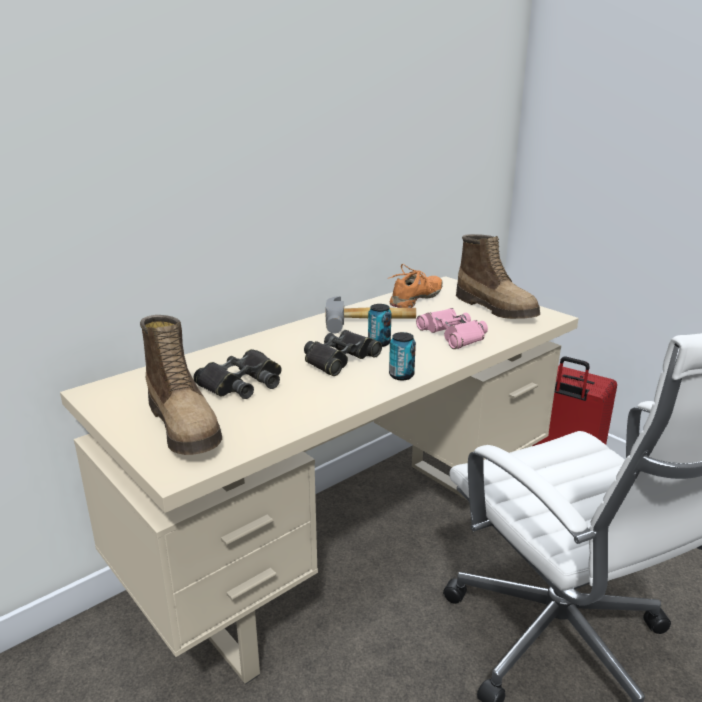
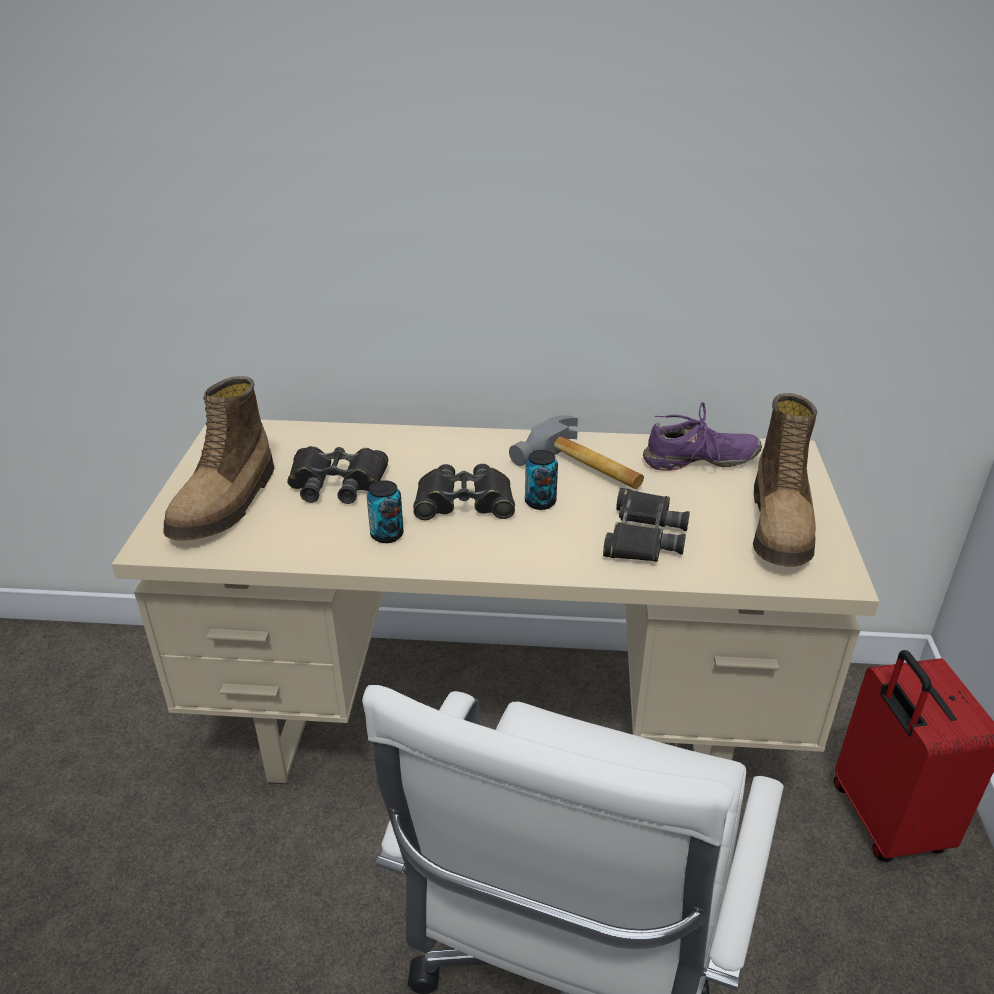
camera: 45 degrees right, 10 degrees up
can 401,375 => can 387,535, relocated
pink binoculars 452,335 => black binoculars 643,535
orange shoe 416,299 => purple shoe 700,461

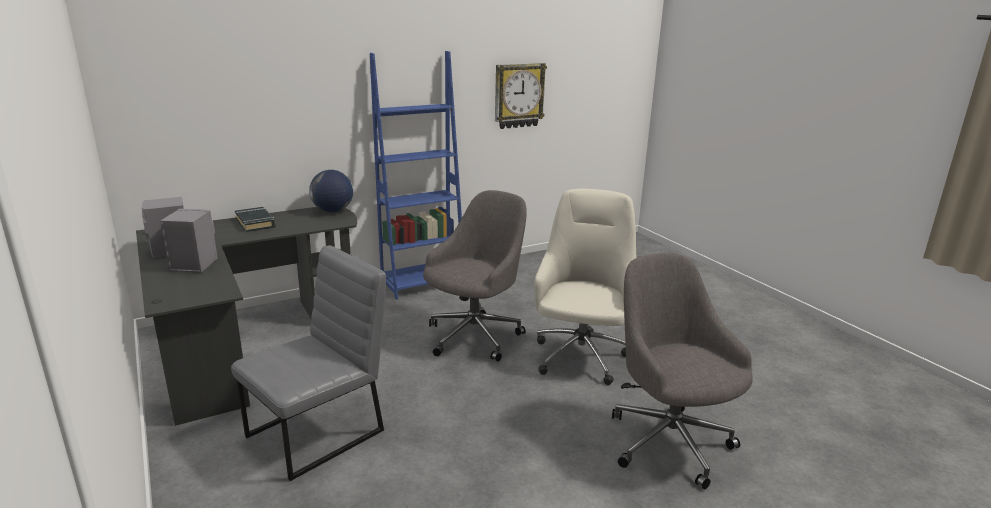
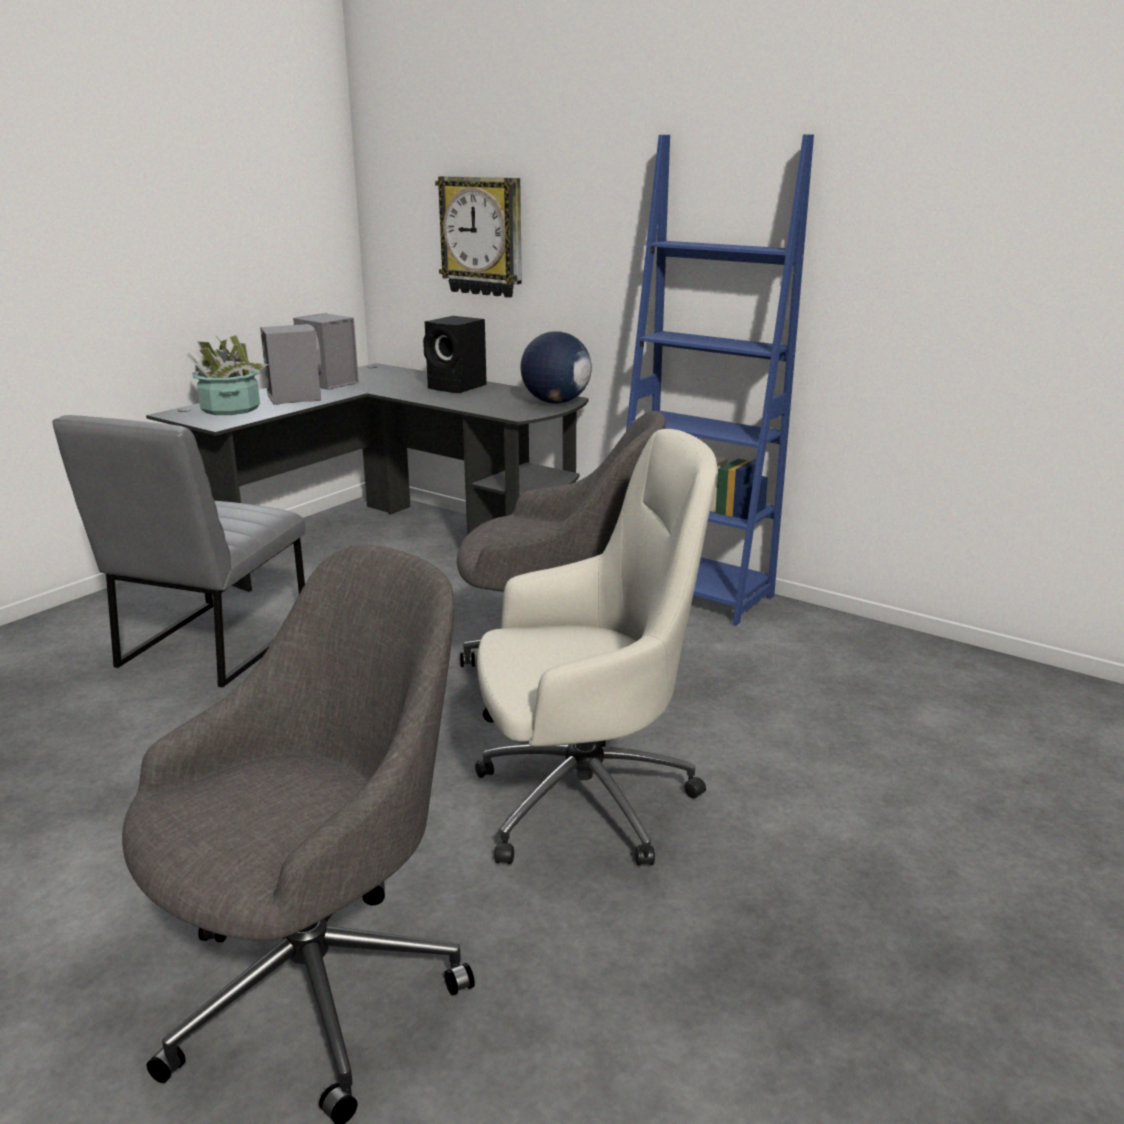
camera: 65 degrees right, 0 degrees up
grey chair 319,432 => grey chair 210,645, 90 degrees clockwise
nothing => potted plant 230,409
black book 255,223 => black speaker 458,387
wall clock 518,95 => wall clock 482,236, relocated

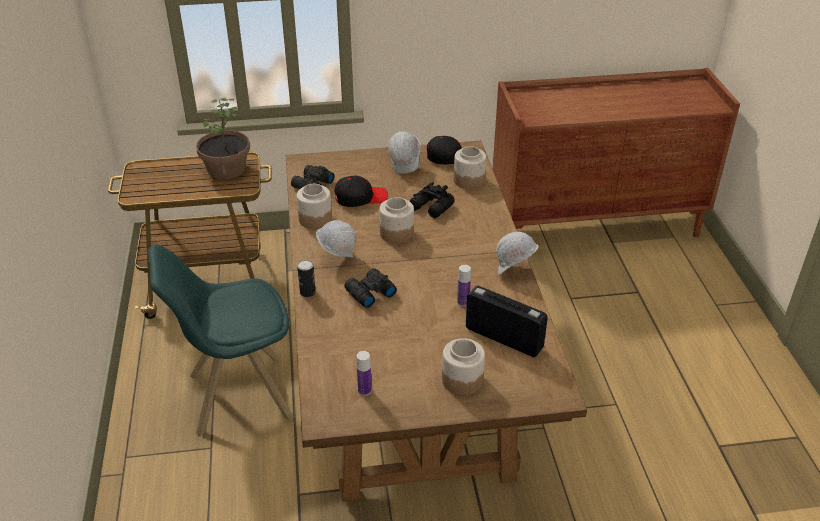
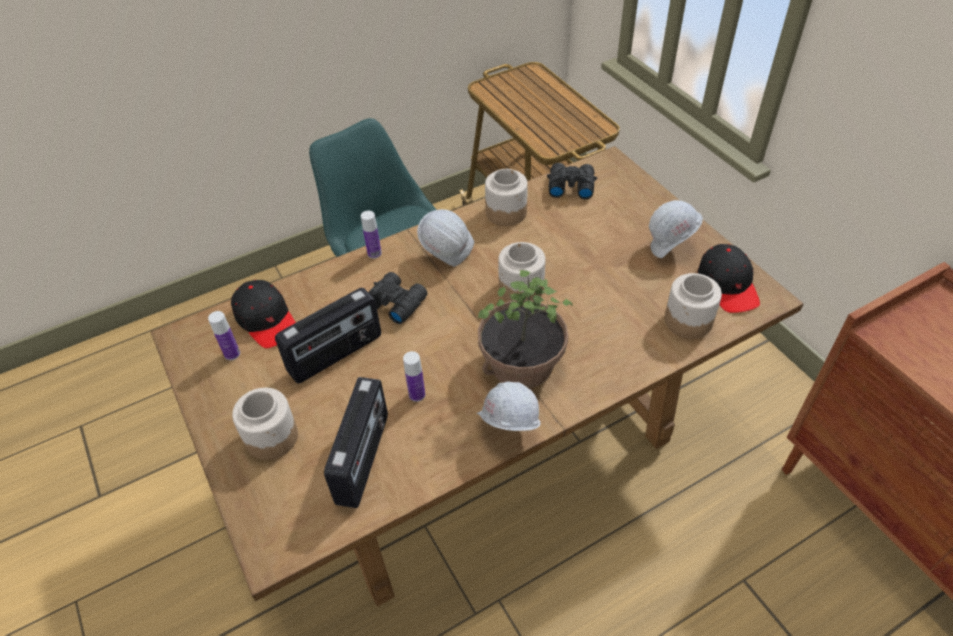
camera: 70 degrees right, 10 degrees up
black cap 360,197 => black cap 266,320, relocated
nothing => radio 336,354
can 307,292 => bottle 374,253
potted plant 226,169 => potted plant 521,364, relocated
black binoculars 431,208 => nothing

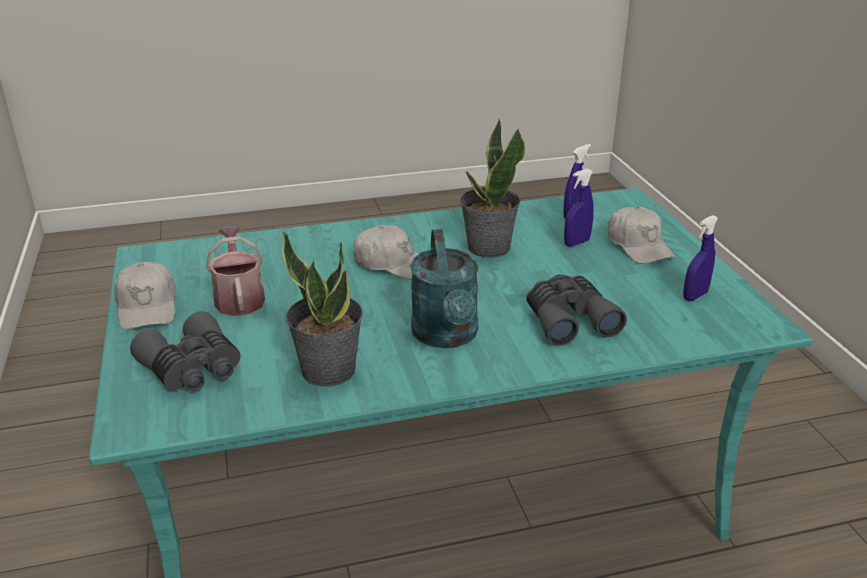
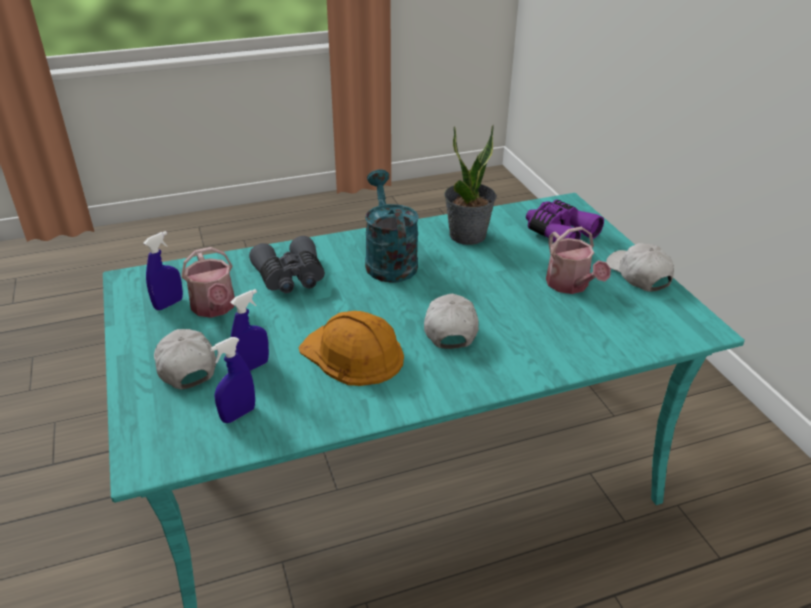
camera: 175 degrees right, 5 degrees up
nothing => watering can 215,308
potted plant 488,248 => orange hard hat 353,354
white cap 392,264 => white cap 449,328, 75 degrees clockwise
grey binoculars 193,369 => purple binoculars 559,233

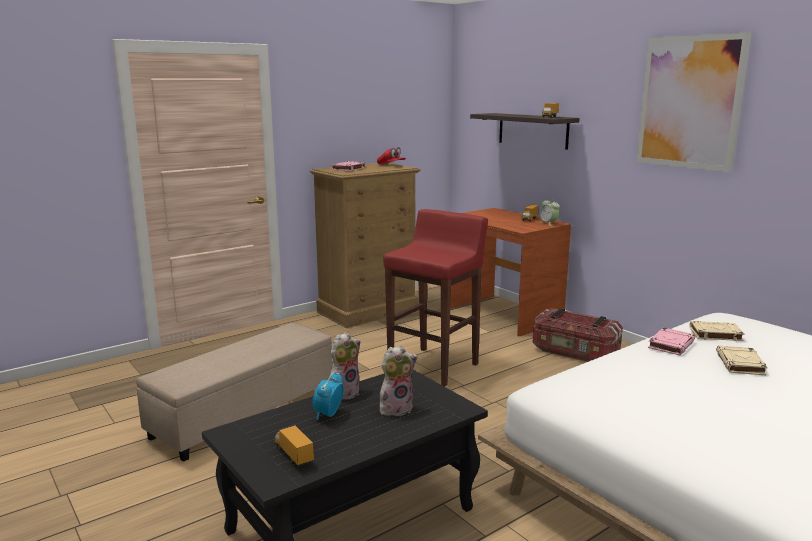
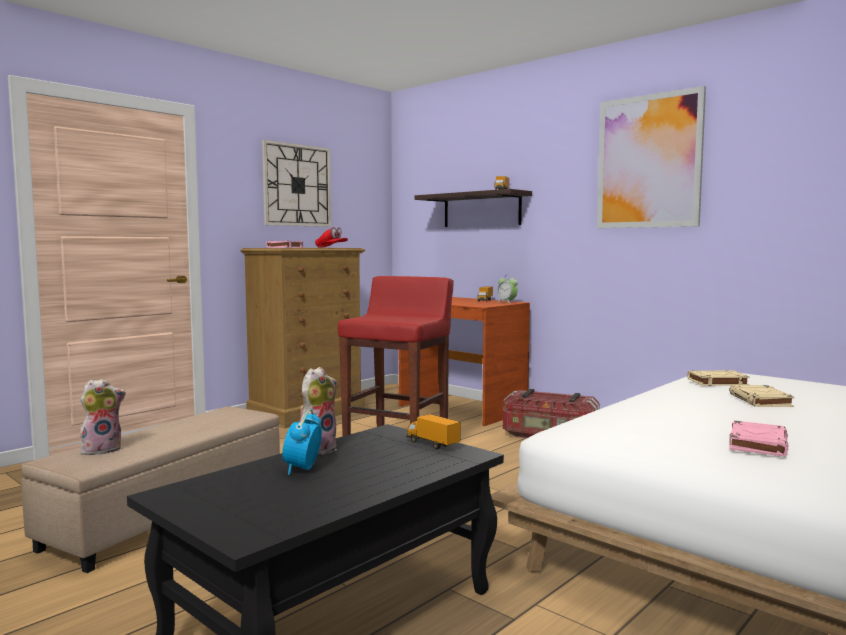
camera: 10 degrees left, 10 degrees down
plush toy 396,408 => plush toy 102,450, relocated
nothing => wall clock 297,185
toy truck 294,456 => toy truck 432,444, relocated
pink book 671,345 => pink book 757,443, relocated

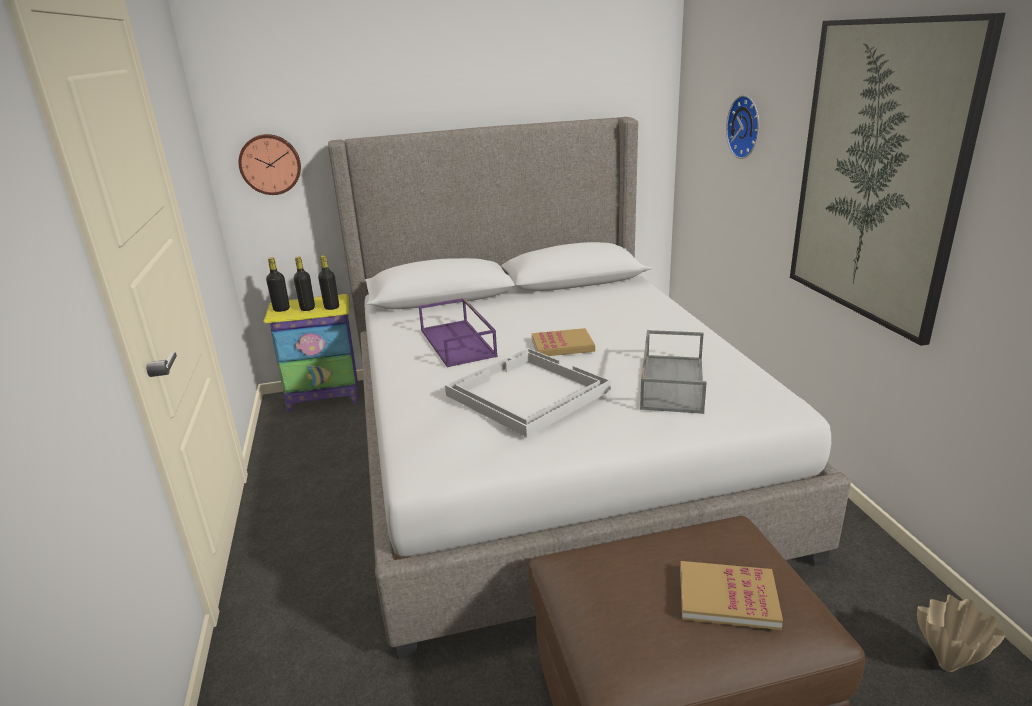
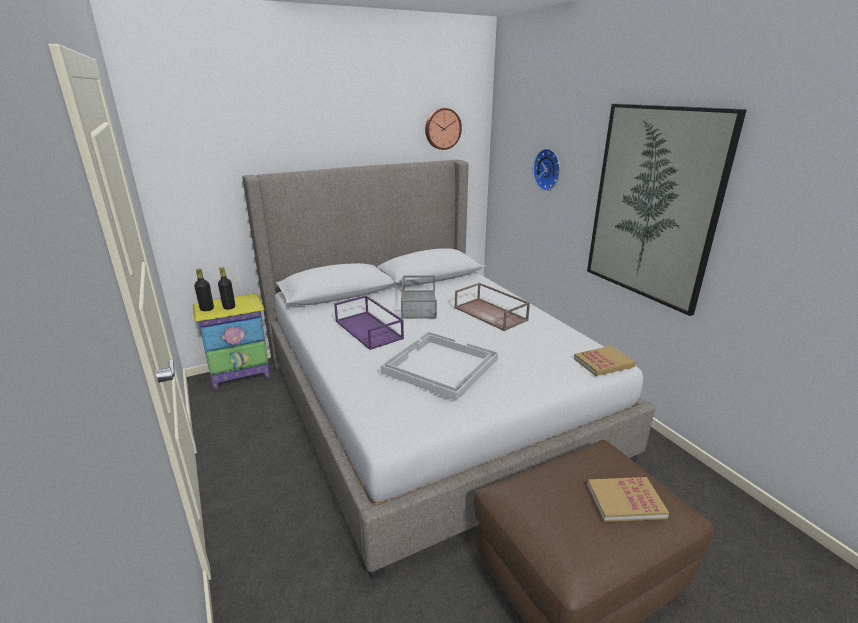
camera: 15 degrees left, 0 degrees up
grey tray 671,382 => grey tray 418,304, relocated
wall clock 270,164 => wall clock 442,128, relocated
nothing => brown tray 491,314
book 562,345 => book 603,363, relocated
black bottle 331,307 => nothing
beige vase 948,666 => nothing

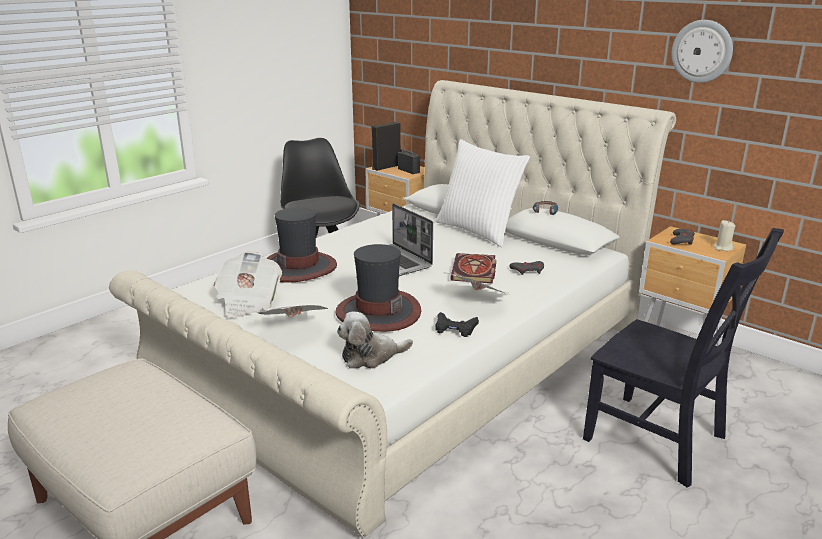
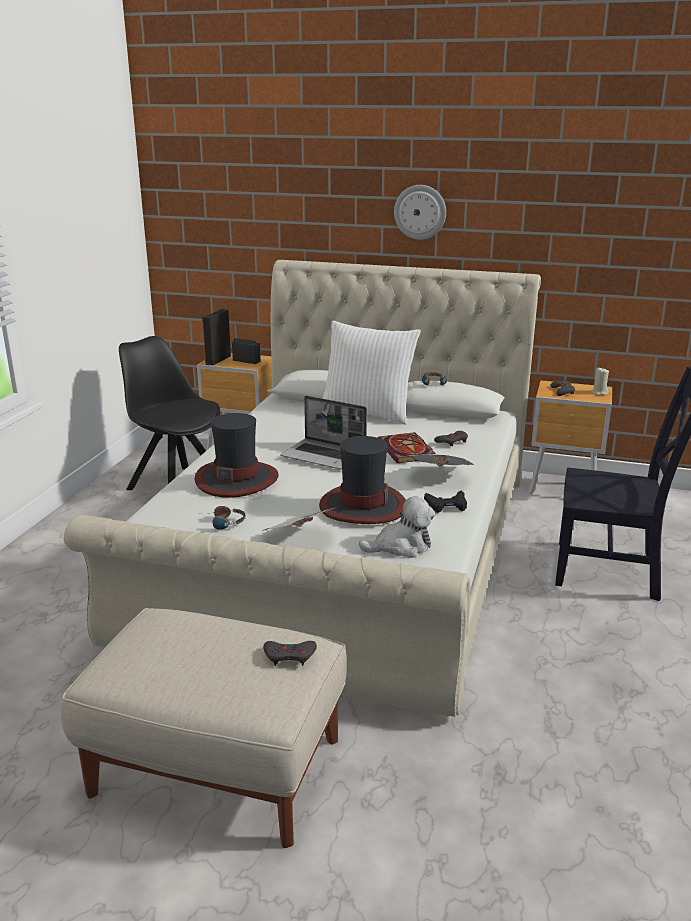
camera: 25 degrees left, 0 degrees up
newspaper 248,301 => headphones 221,523
nothing => grey game controller 290,656
plush toy 371,356 => plush toy 401,546, 150 degrees counterclockwise
wall clock 702,51 => wall clock 420,212, relocated

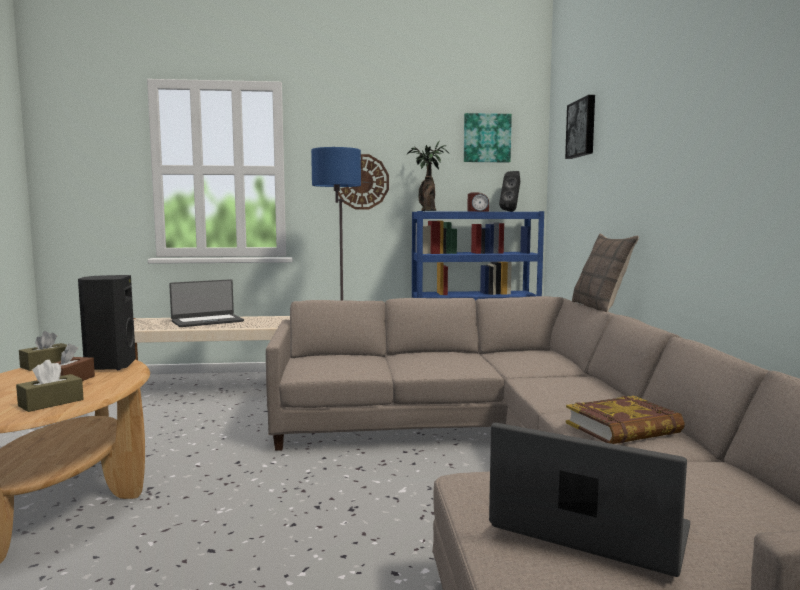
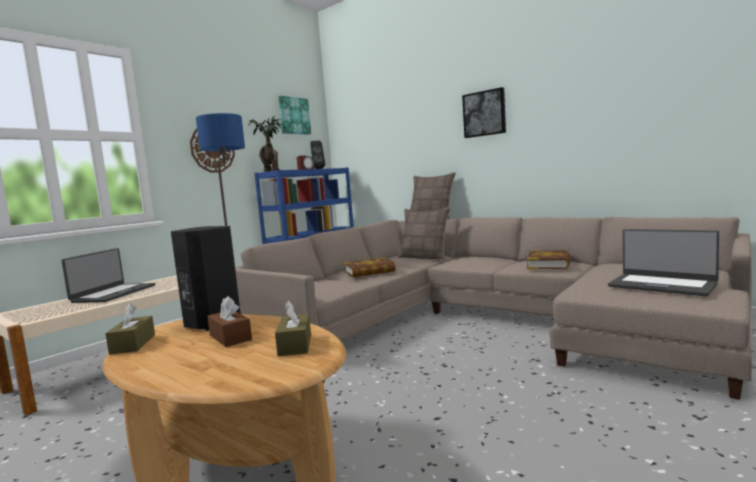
camera: 45 degrees left, 0 degrees up
nothing => book 369,271
nothing => pillow 425,257
picture 582,128 => picture 484,113, relocated
laptop 588,529 => laptop 662,285, 120 degrees counterclockwise

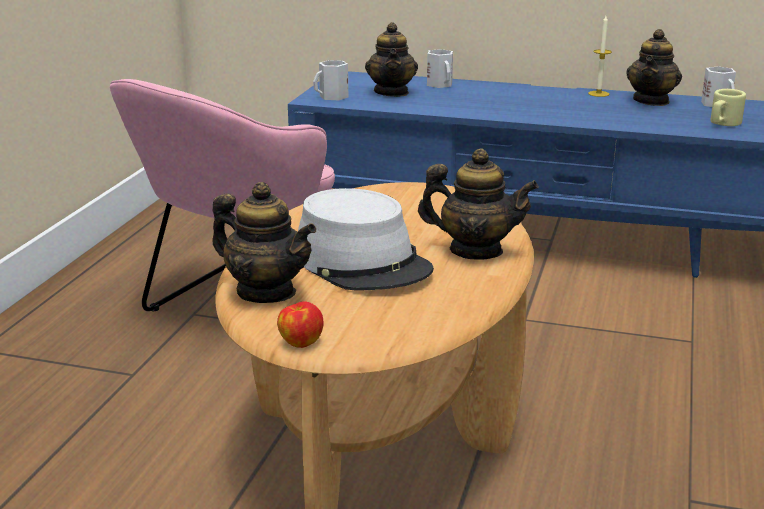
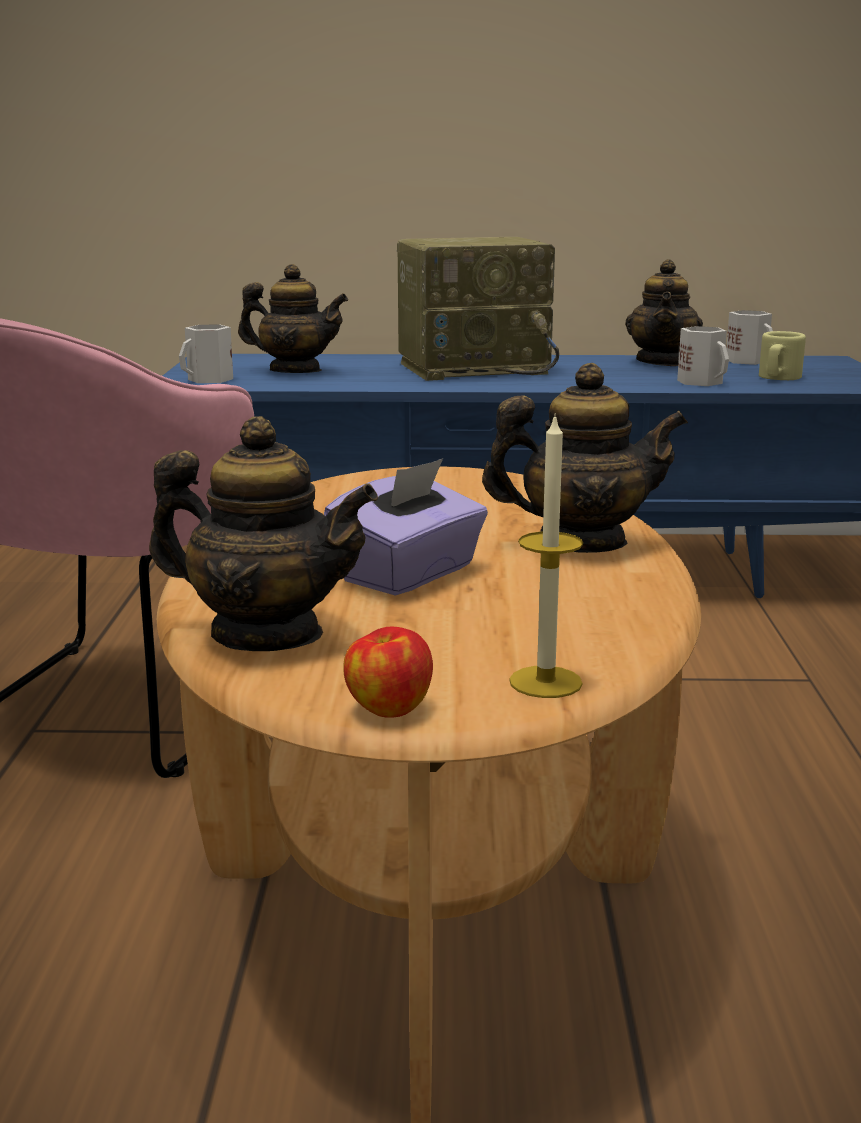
camera: 15 degrees left, 5 degrees down
teapot 392,92 => teapot 295,371, 60 degrees counterclockwise
grey hat 363,262 => purple tissue box 409,574
nothing => radio 474,368
candle 598,94 => candle 545,682, relocated
white mug 440,84 => white mug 702,382, relocated

